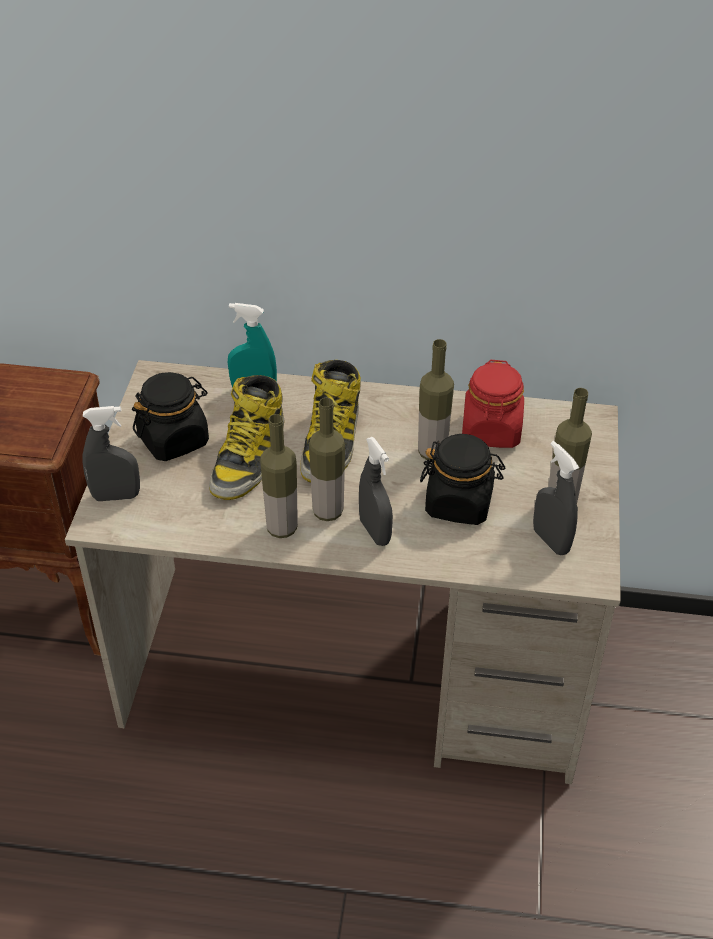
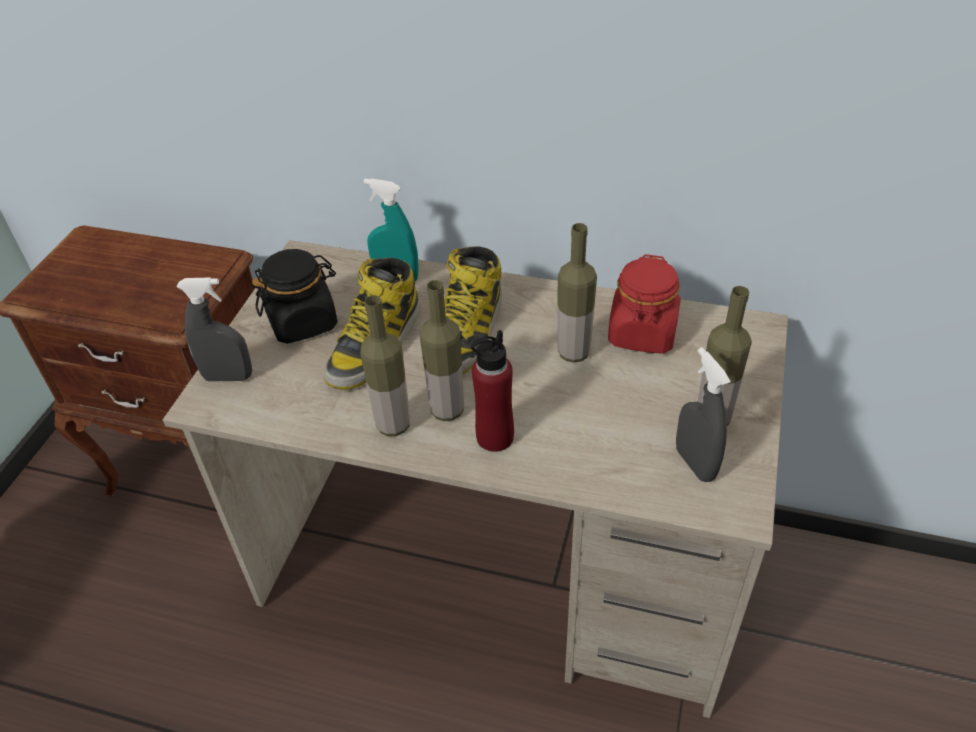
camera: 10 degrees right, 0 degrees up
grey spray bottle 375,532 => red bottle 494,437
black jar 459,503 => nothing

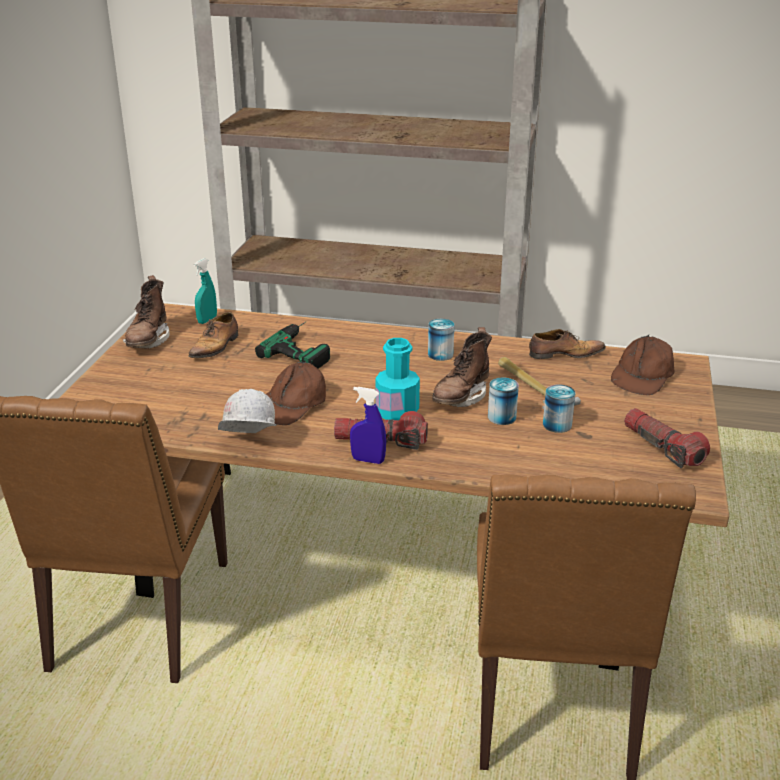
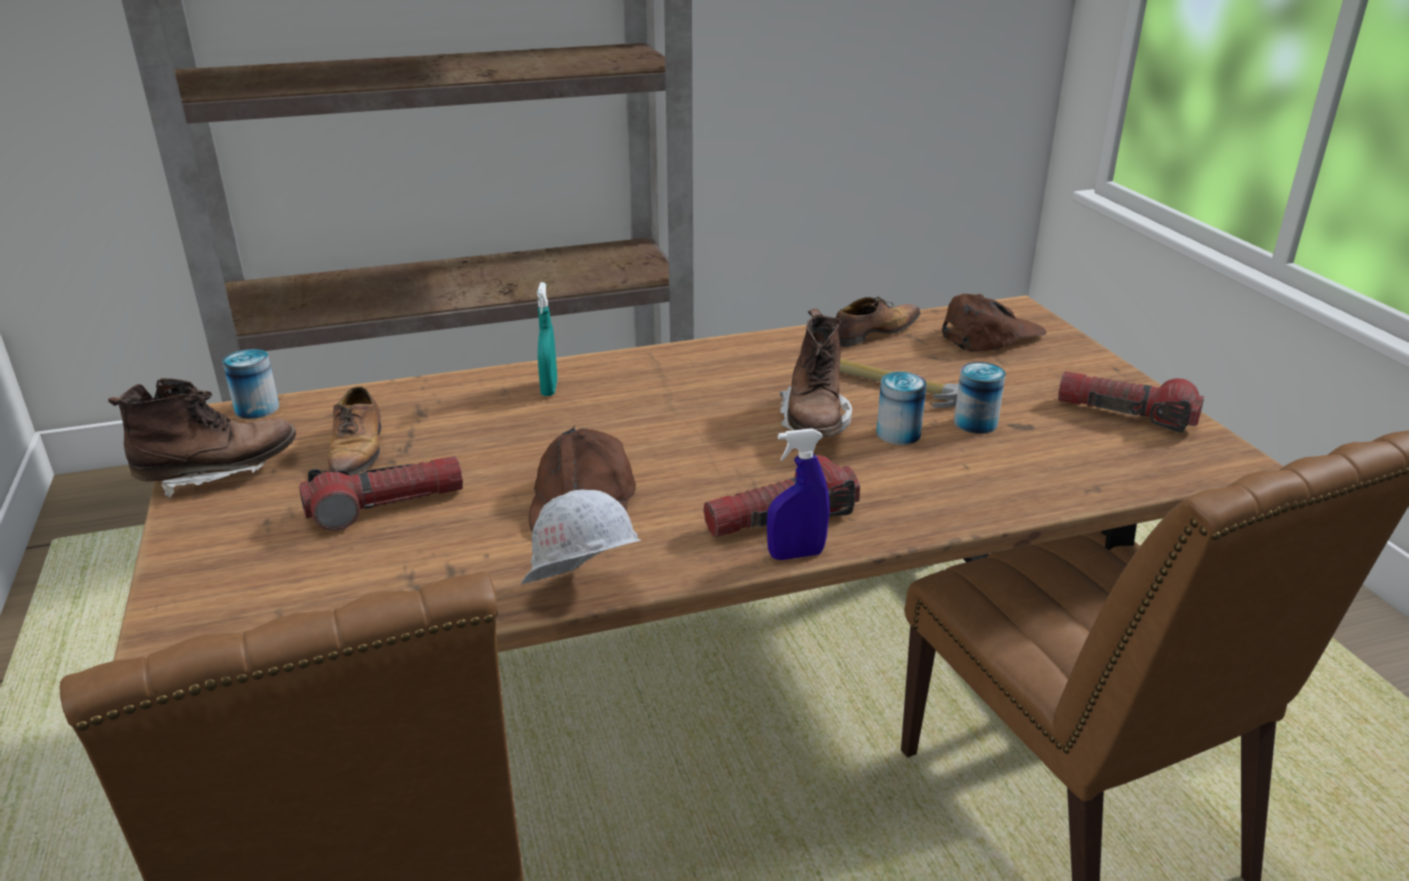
camera: 30 degrees left, 0 degrees up
brown boot 148,341 => brown boot 219,473, 90 degrees counterclockwise
can 440,354 => can 257,409, relocated
nothing => flashlight 386,506
turquoise spray bottle 207,320 => turquoise spray bottle 549,389, relocated
brown cap 642,375 => brown cap 990,335, 120 degrees counterclockwise
power drill 304,349 => nothing
turquoise bottle 397,412 => nothing

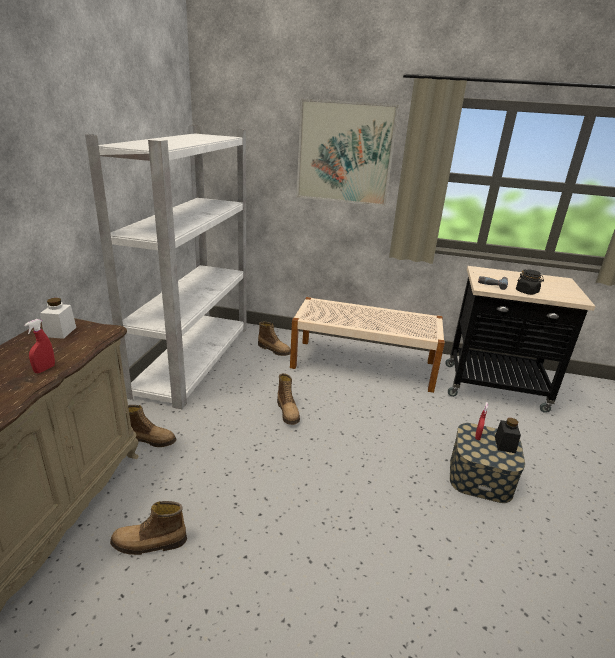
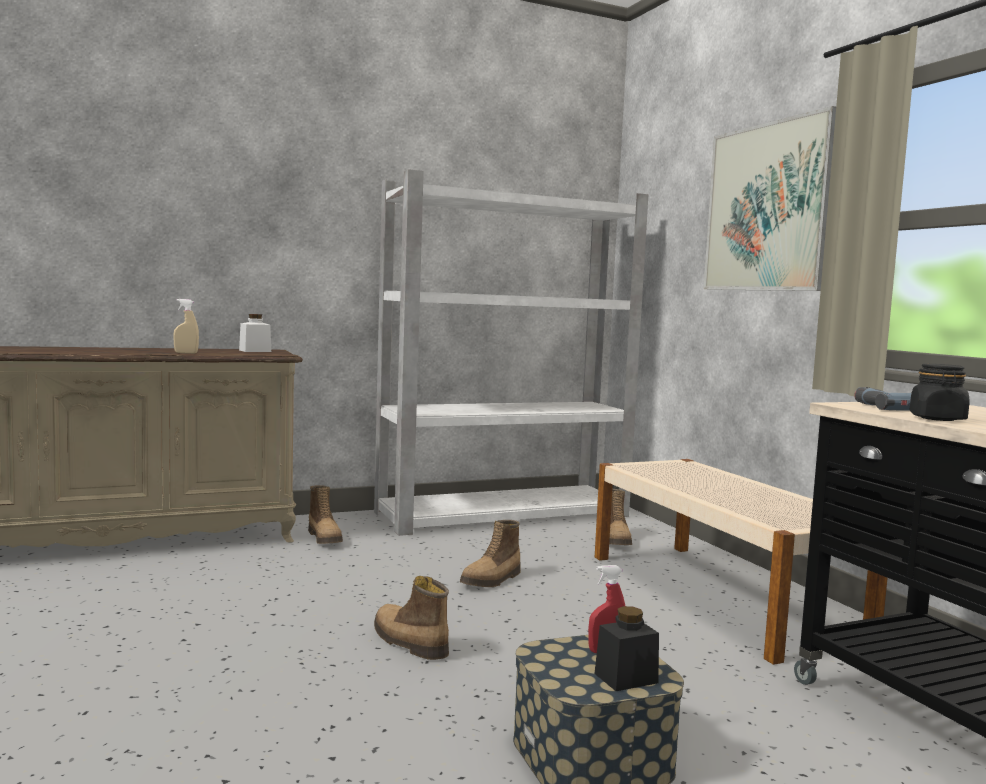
camera: 55 degrees right, 20 degrees down
red spray bottle 44,369 => beige spray bottle 186,353
boot 149,543 => boot 408,642, relocated

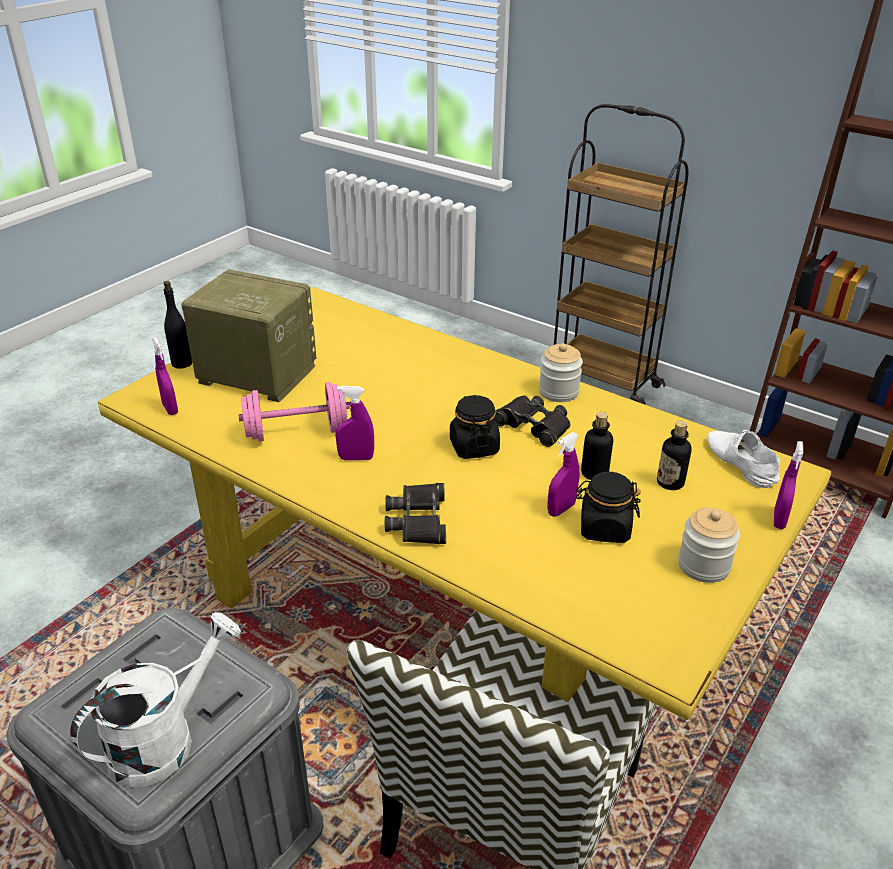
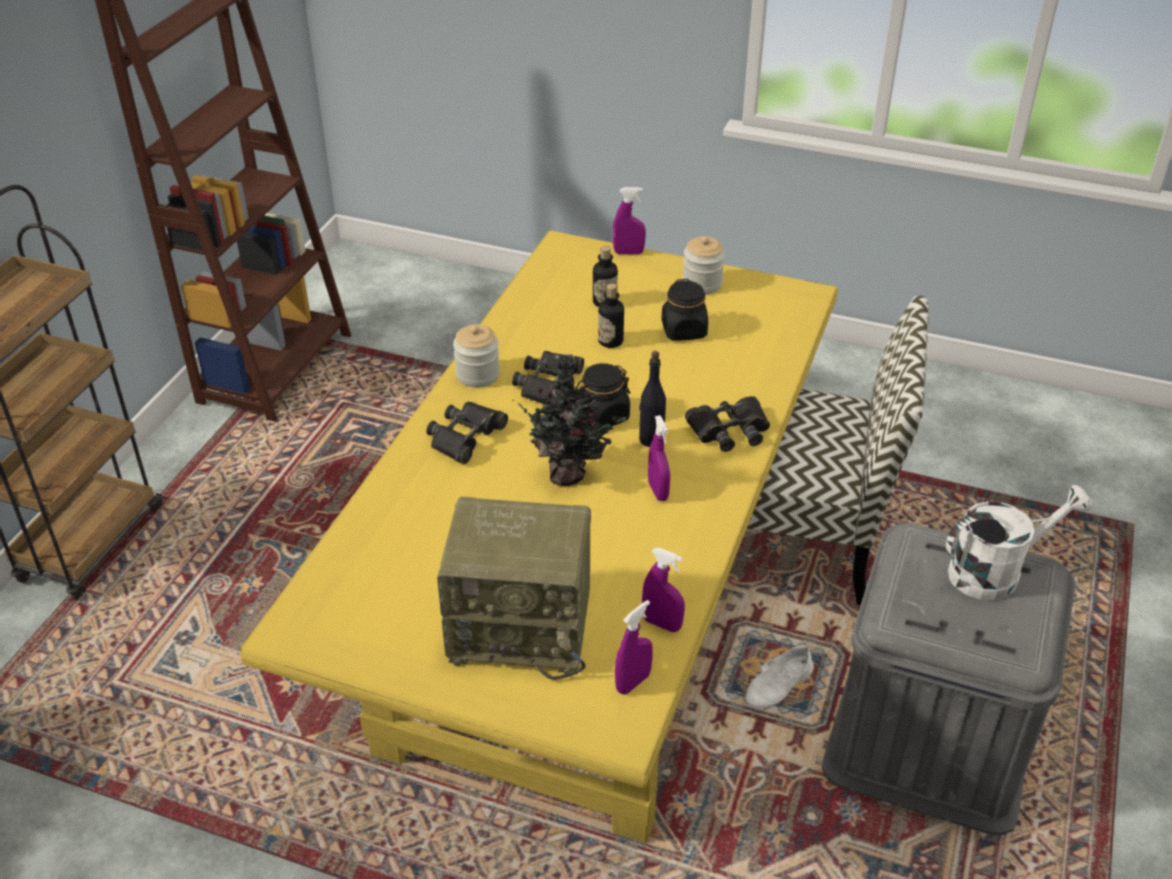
camera: 105 degrees left, 5 degrees up
nothing => black binoculars 465,437
radio 254,375 => radio 523,627, 90 degrees counterclockwise
nothing => potted plant 570,474
black bottle 182,363 => black bottle 651,439, relocated
purple spray bottle 561,509 => purple spray bottle 662,624, relocated
white shoe 739,463 => white shoe 780,686, relocated
white watering can 164,738 => white watering can 996,571, 135 degrees clockwise
pink dumbbell 297,432 => nothing

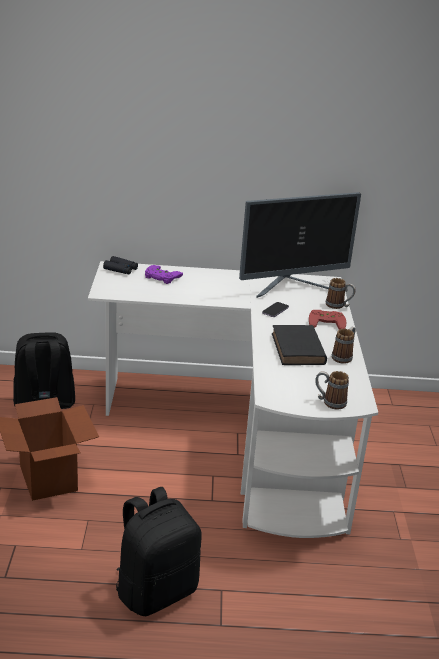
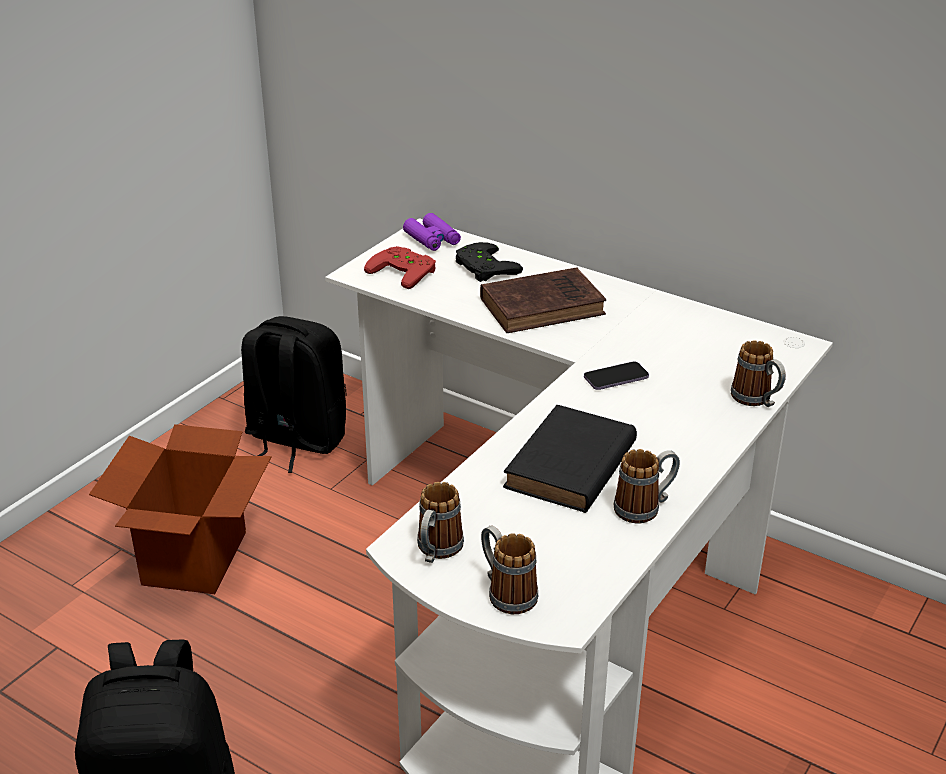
camera: 35 degrees right, 5 degrees up
red game controller 326,322 => red game controller 405,271, relocated
black binoculars 120,269 => purple binoculars 432,239
nothing => mug 436,551
purple game controller 161,277 => black game controller 482,267
nothing => brown book 545,306
monitor 292,286 => nothing

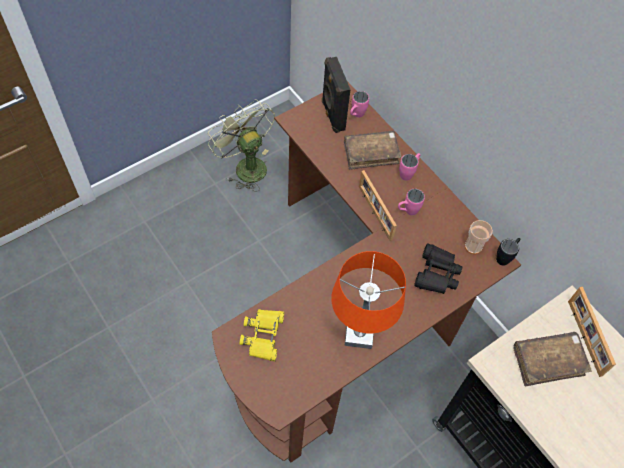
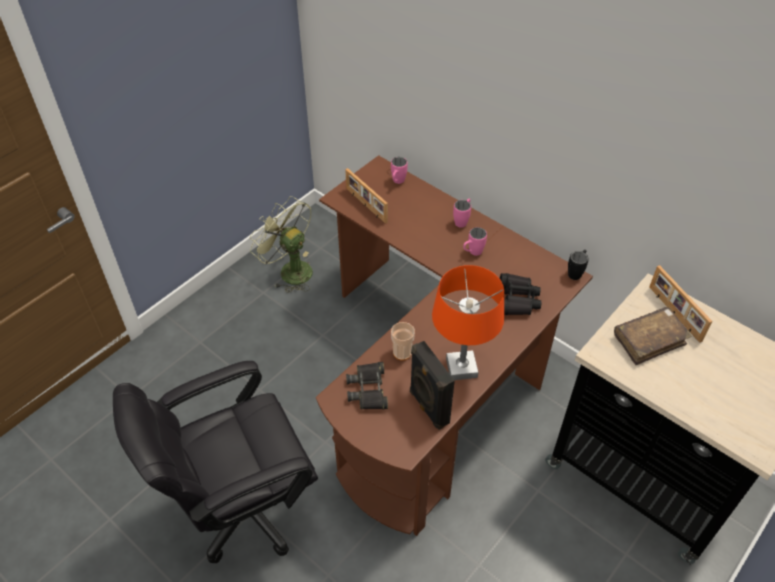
camera: 10 degrees left, 10 degrees down
nothing => black office chair 243,516
picture frame 374,213 => picture frame 365,205, relocated
yellow binoculars 263,336 => black binoculars 368,389
cup 473,246 => cup 402,353, relocated
black speaker 332,115 => black speaker 428,407, relocated
brown book 371,154 => nothing

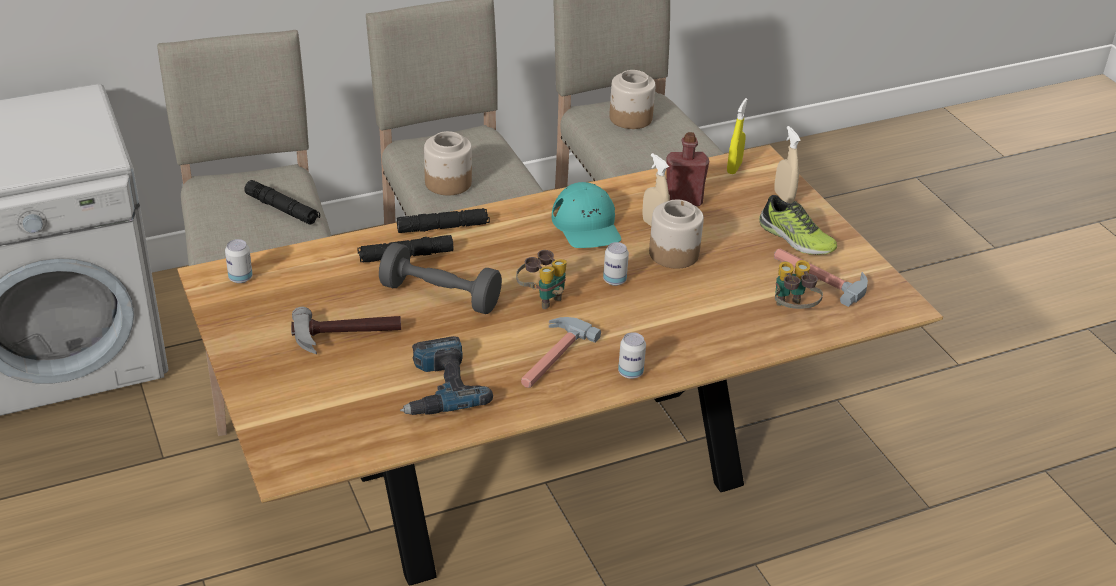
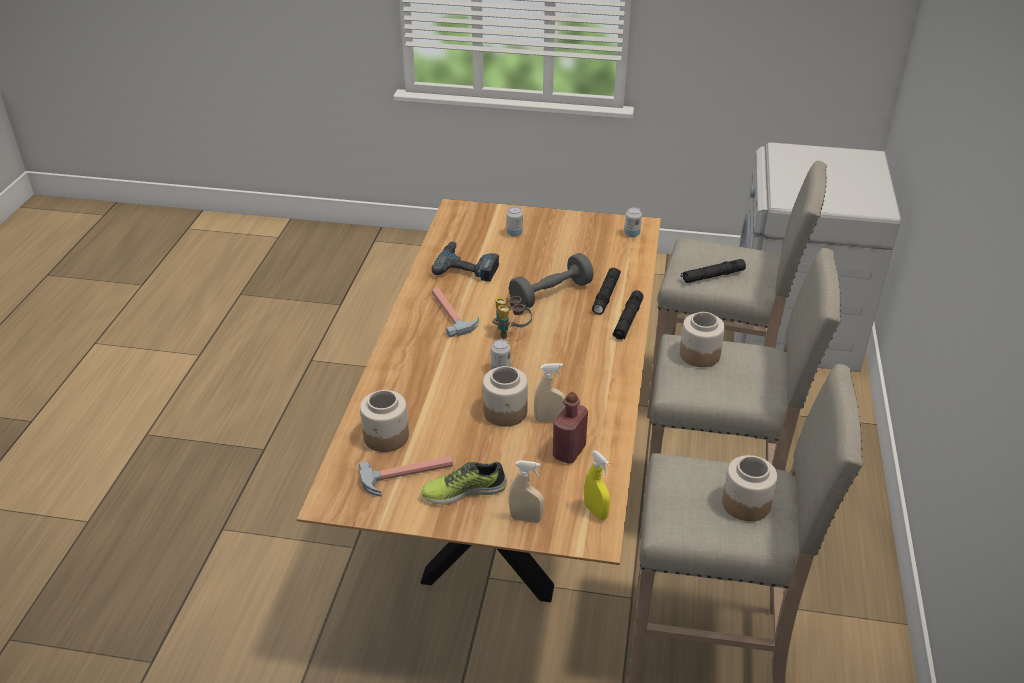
camera: 125 degrees right, 0 degrees up
binoculars 792,311 => jar 386,437
can 630,372 => can 514,233, relocated
hammer 346,336 => nothing
turquoise cap 587,225 => nothing

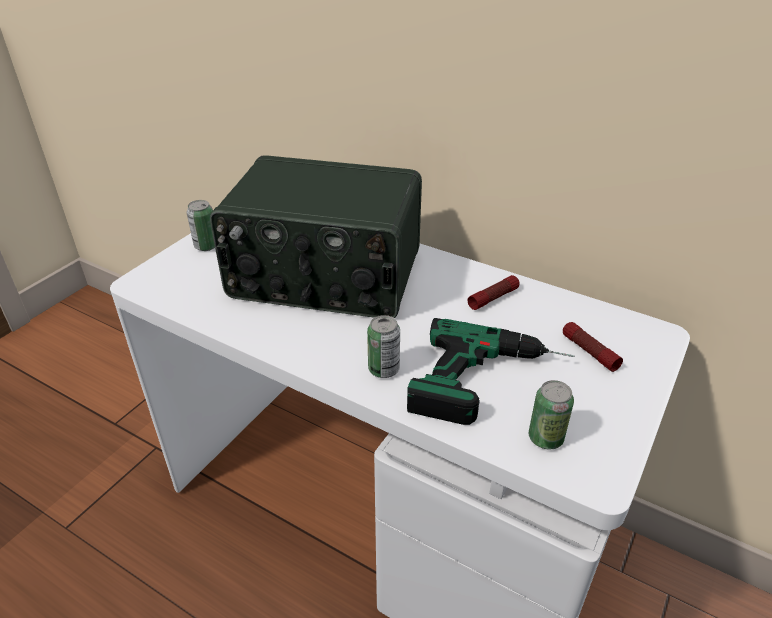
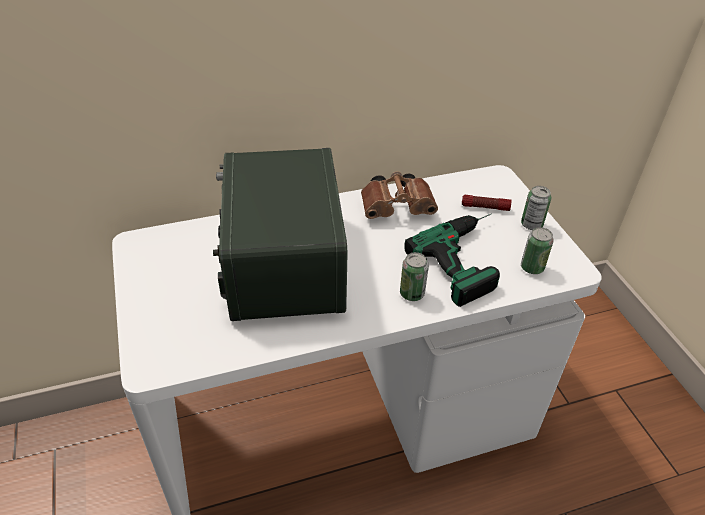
camera: 50 degrees left, 5 degrees up
radio 325,276 => radio 282,263, 120 degrees clockwise
flashlight 493,298 => brown binoculars 399,208
can 206,246 => can 531,224, relocated

